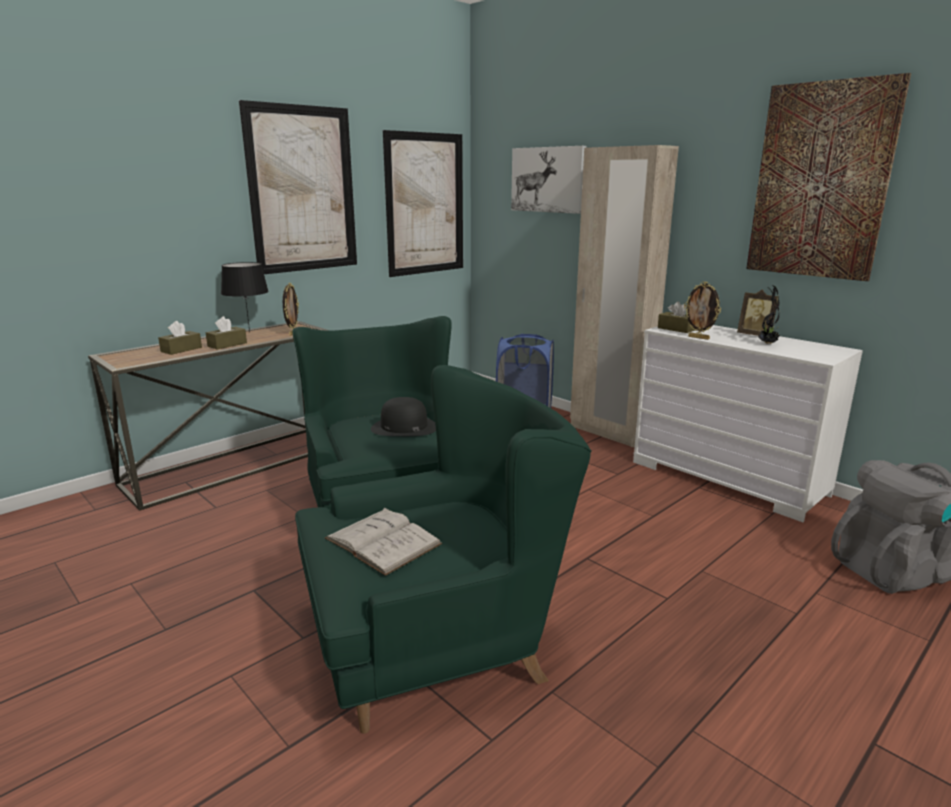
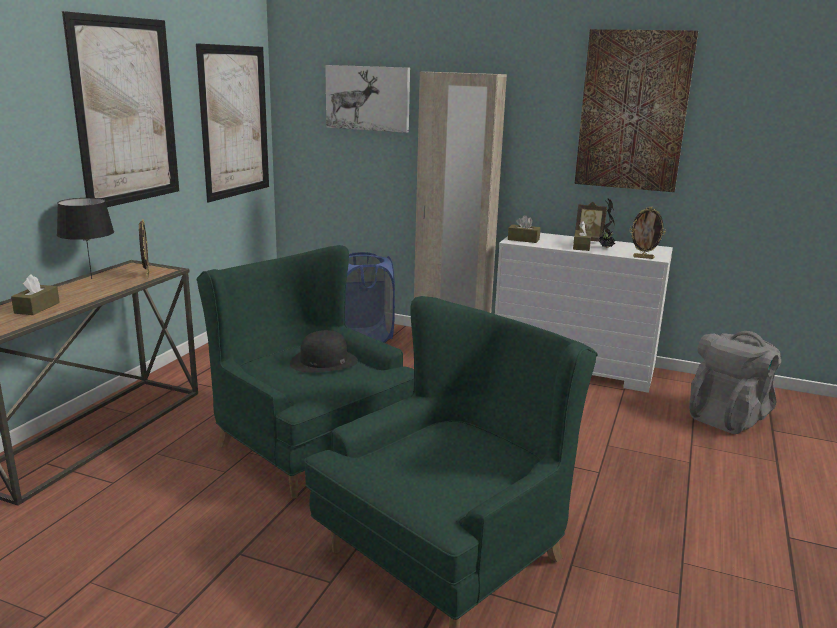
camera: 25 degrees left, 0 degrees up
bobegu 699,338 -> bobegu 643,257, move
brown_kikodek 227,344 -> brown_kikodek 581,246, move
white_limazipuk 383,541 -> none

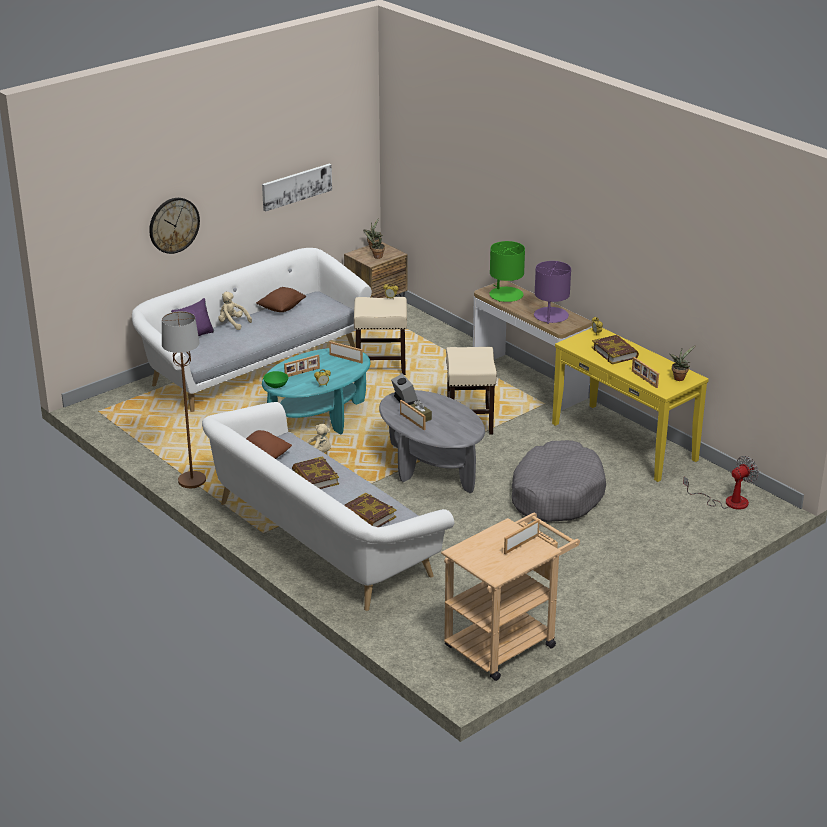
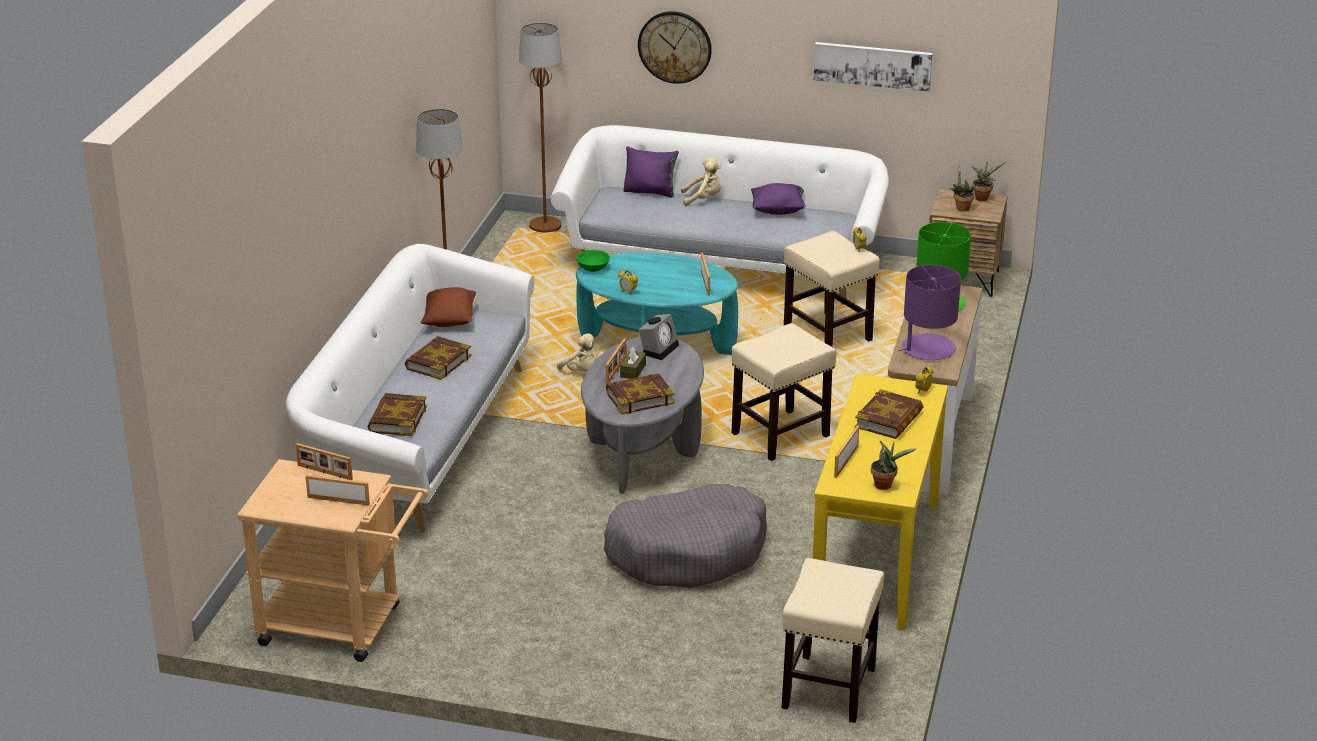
camera: 55 degrees right, 0 degrees up
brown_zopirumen 282,308 -> purple_zopirumen 778,210
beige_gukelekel 232,323 -> beige_gukelekel 703,199, 90 degrees clockwise
bobegu 302,373 -> bobegu 324,472, move
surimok 727,502 -> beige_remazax 829,687
none -> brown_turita 545,226
none -> limazipuk 639,398

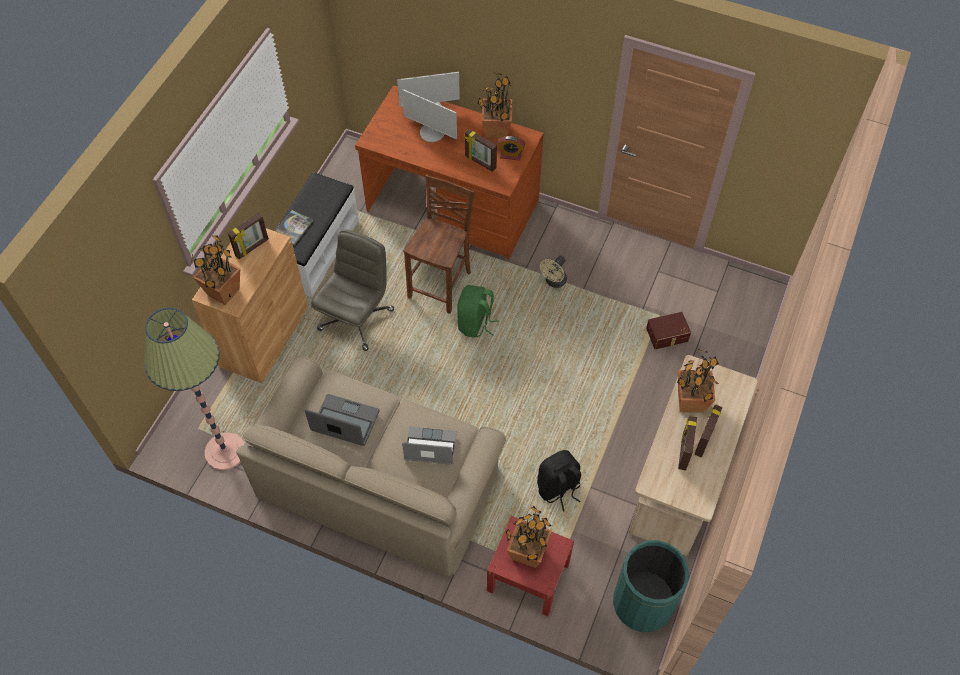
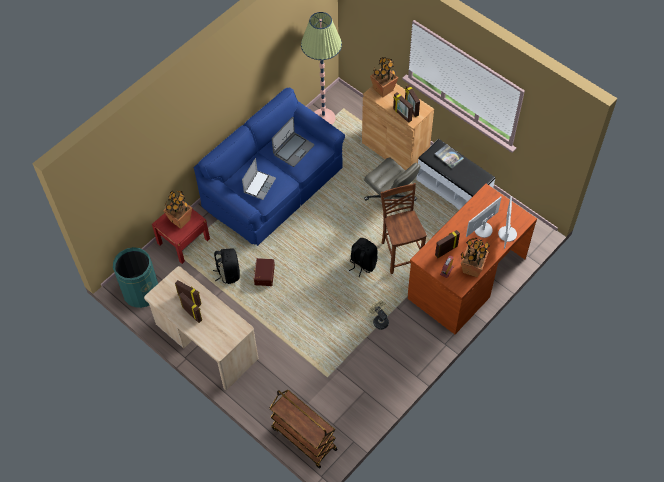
camera: 110 degrees right, 0 degrees up
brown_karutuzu 442,285 -> brown_karutuzu 400,253, 150 degrees counterclockwise
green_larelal 475,323 -> black_larelal 362,264
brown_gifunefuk 667,335 -> brown_gifunefuk 263,275, move
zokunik 689,402 -> none
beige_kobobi 378,481 -> blue_kobobi 273,185
none -> bobegu 402,115
none -> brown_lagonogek 303,438

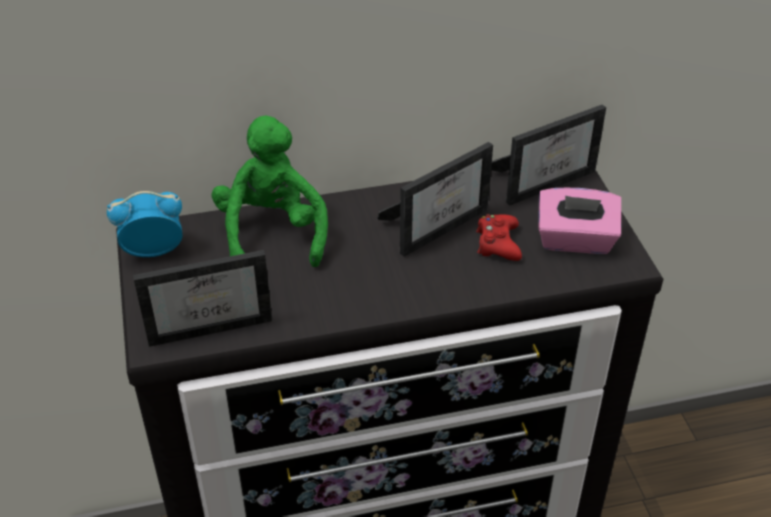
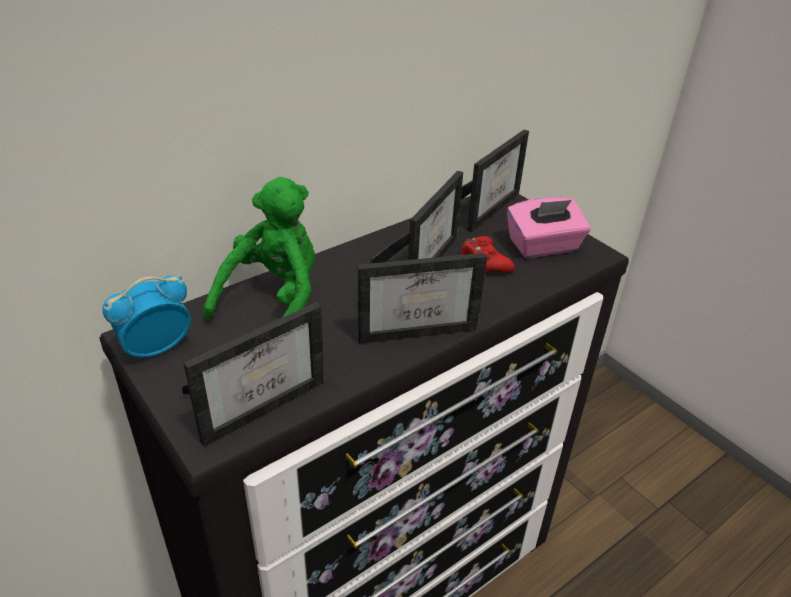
camera: 25 degrees left, 5 degrees down
green_gukelekel 272,233 -> green_gukelekel 274,302, 60 degrees clockwise
none -> bobegu 417,326

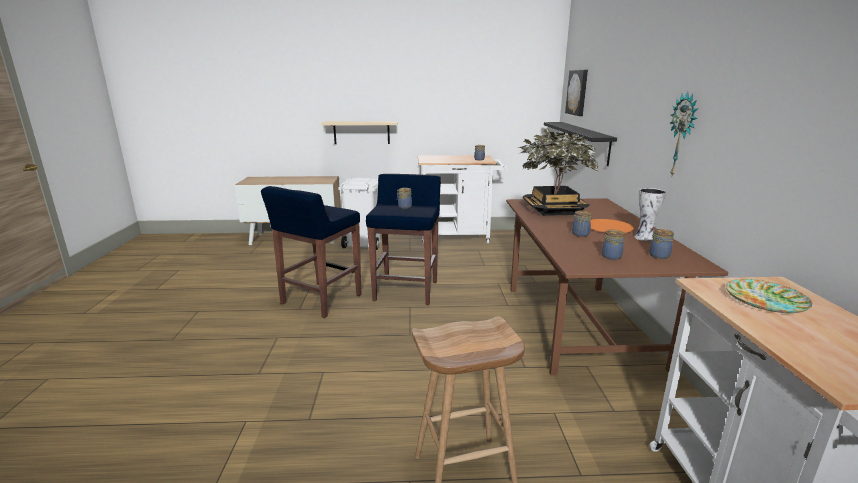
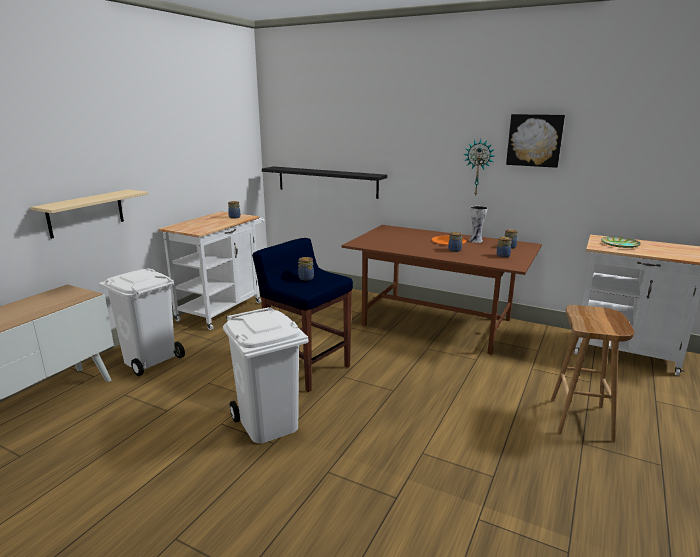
camera: 60 degrees left, 0 degrees up
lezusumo 578,92 -> lezusumo 534,140, move
zokunik 553,210 -> none
blue_remazax 320,300 -> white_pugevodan 267,423

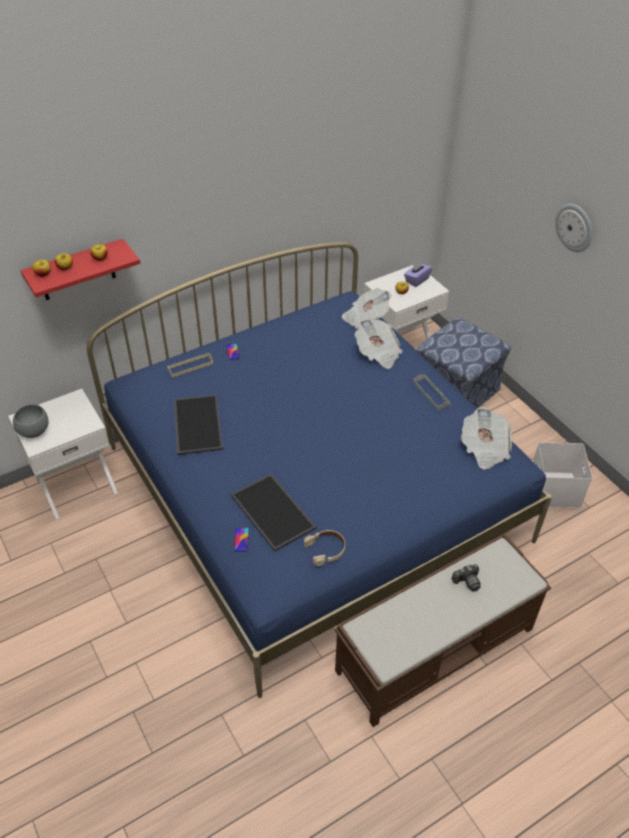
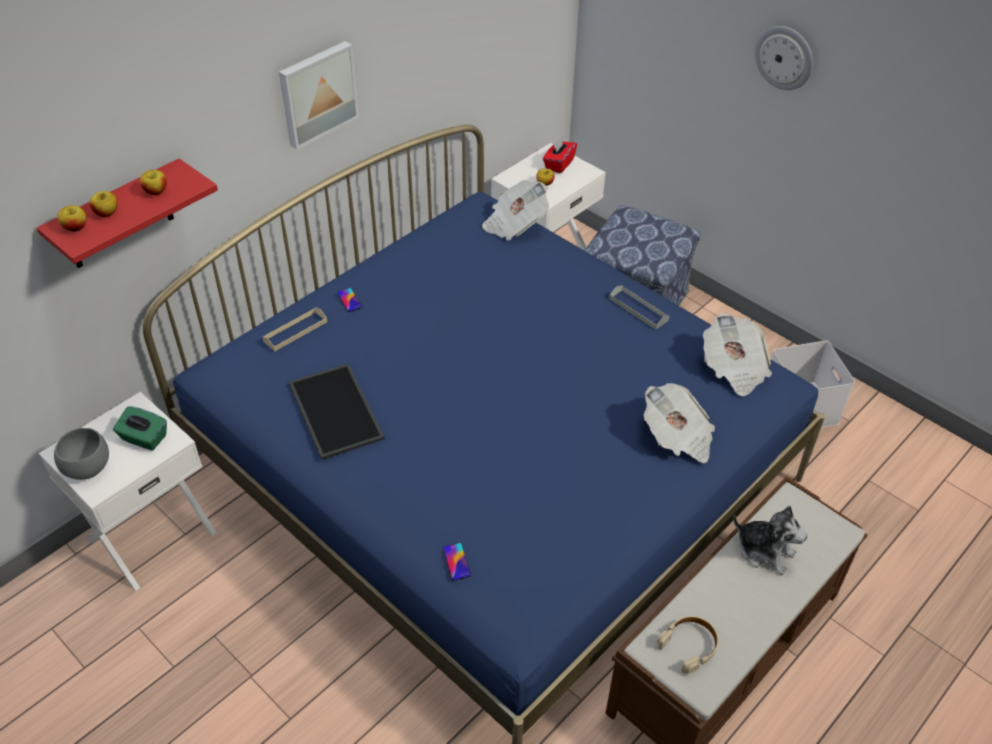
camera: 15 degrees left, 0 degrees up
purple_kikodek 416,280 -> red_kikodek 559,164
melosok 378,353 -> melosok 677,437, move
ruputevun 274,511 -> none
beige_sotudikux 326,550 -> beige_sotudikux 689,646, move
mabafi 467,581 -> gukelekel 764,551
none -> lezusumo 317,93
none -> green_kikodek 144,438

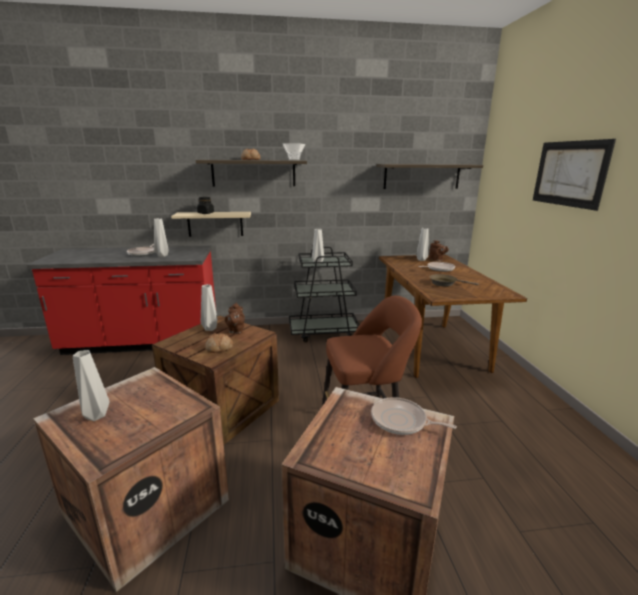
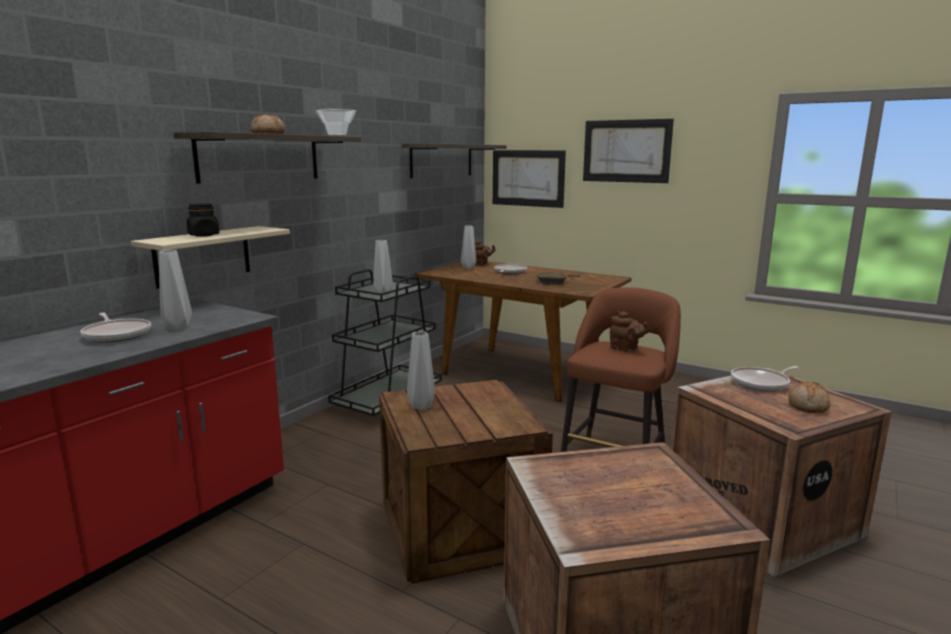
camera: 50 degrees left, 5 degrees down
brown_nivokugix 236,331 -> brown_nivokugix 626,349, move
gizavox 219,348 -> gizavox 808,406, move
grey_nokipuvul 95,416 -> none
none -> lezusumo 527,178

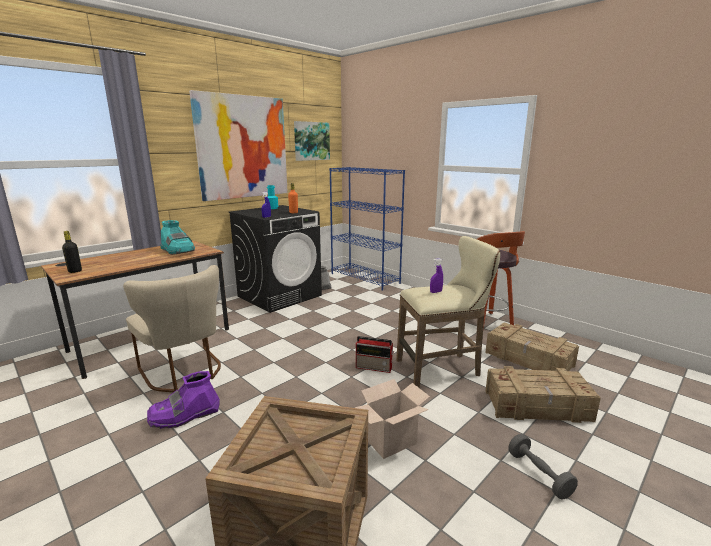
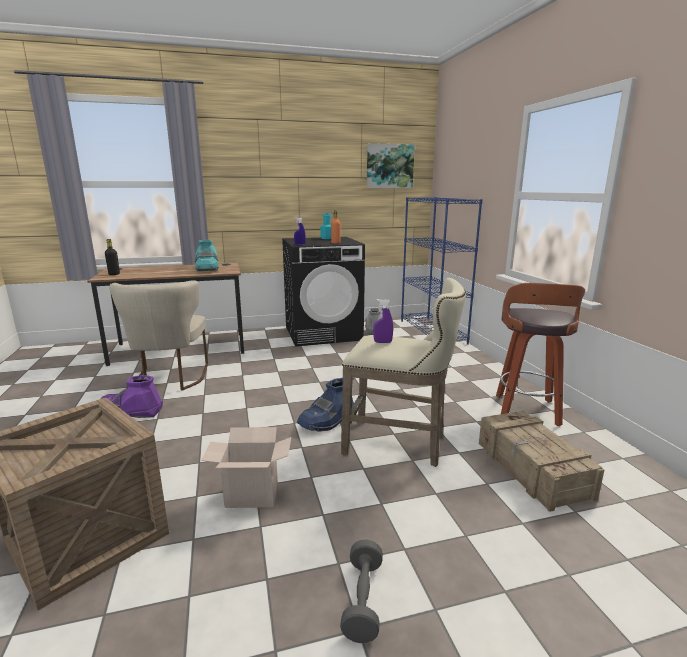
camera: 30 degrees right, 0 degrees up
lezusumo 243,147 -> none
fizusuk 375,367 -> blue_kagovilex 327,421
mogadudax 538,406 -> none

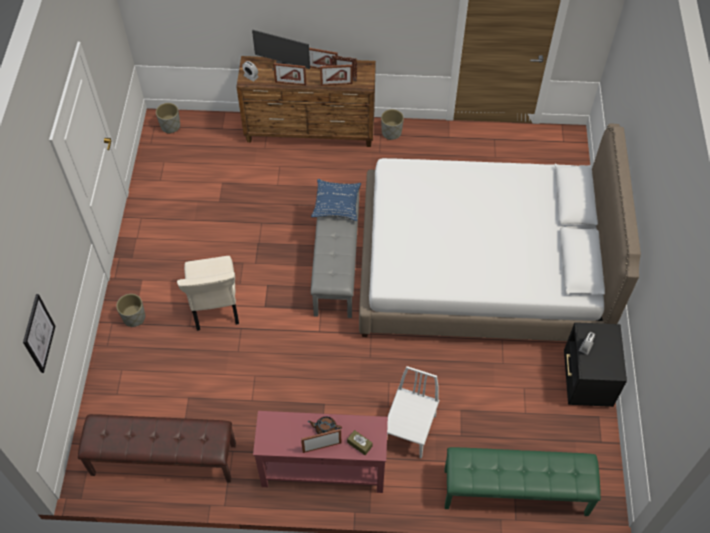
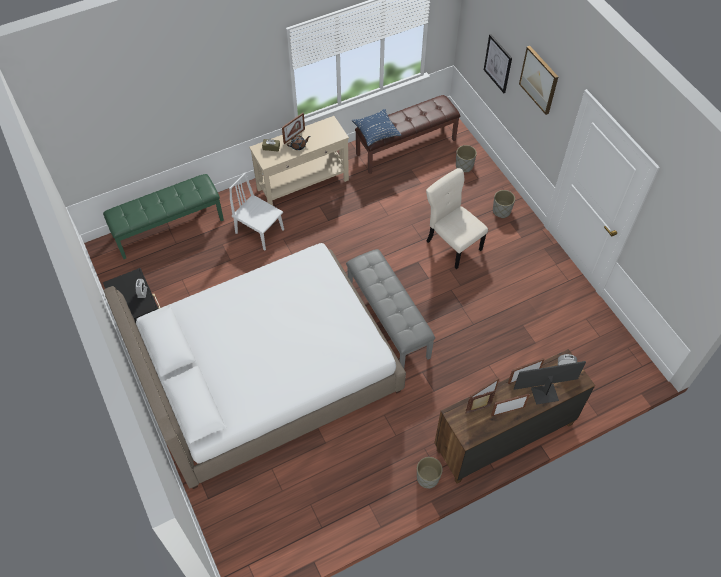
camera: 150 degrees right, 0 degrees up
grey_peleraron 170,126 -> grey_peleraron 464,166, move
blue_zopirumen 336,204 -> blue_zopirumen 376,131, move
white_karutuzu 409,430 -> white_karutuzu 259,231, 135 degrees clockwise
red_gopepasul 323,469 -> beige_gopepasul 303,185
none -> lezusumo 539,79

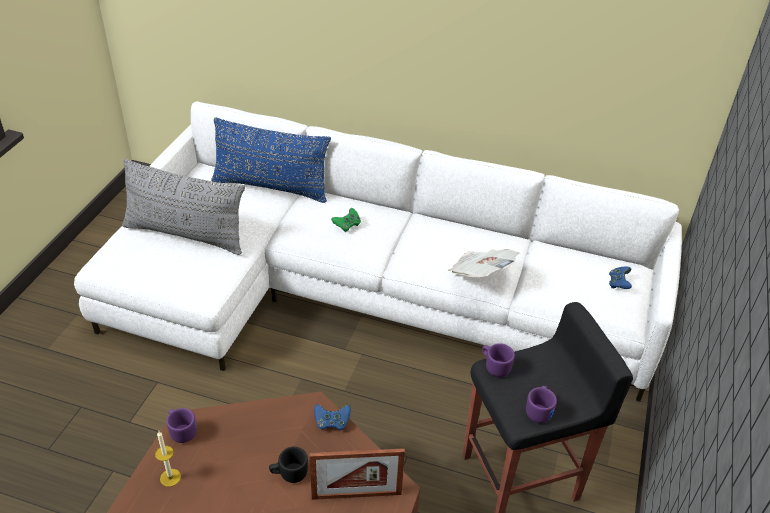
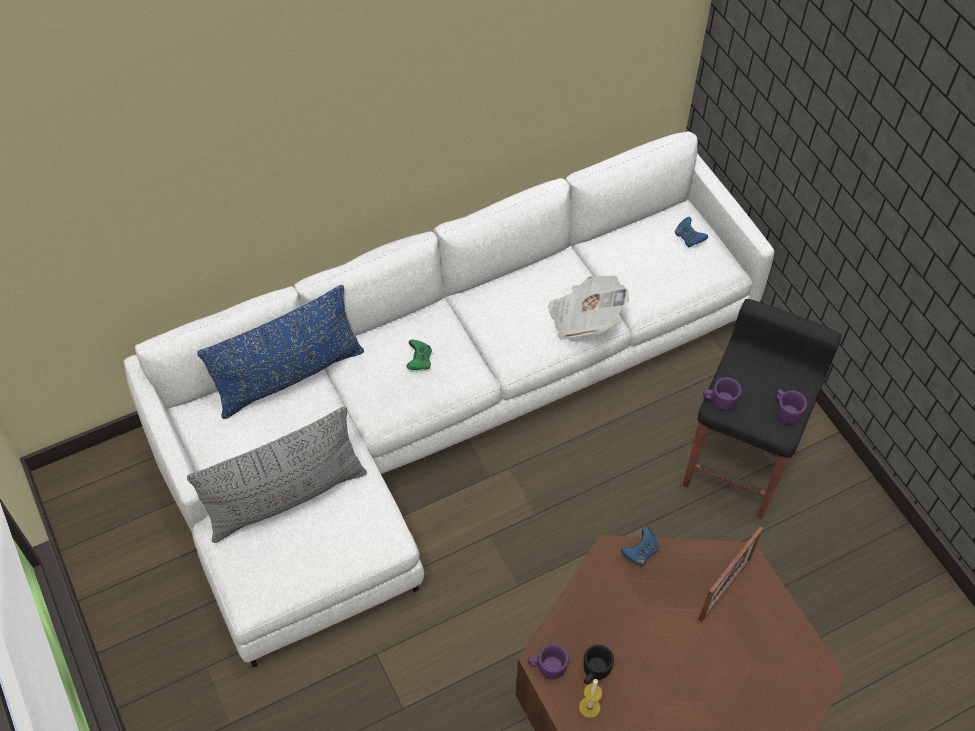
camera: 45 degrees left, 15 degrees up
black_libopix 289,474 -> black_libopix 593,672, move

